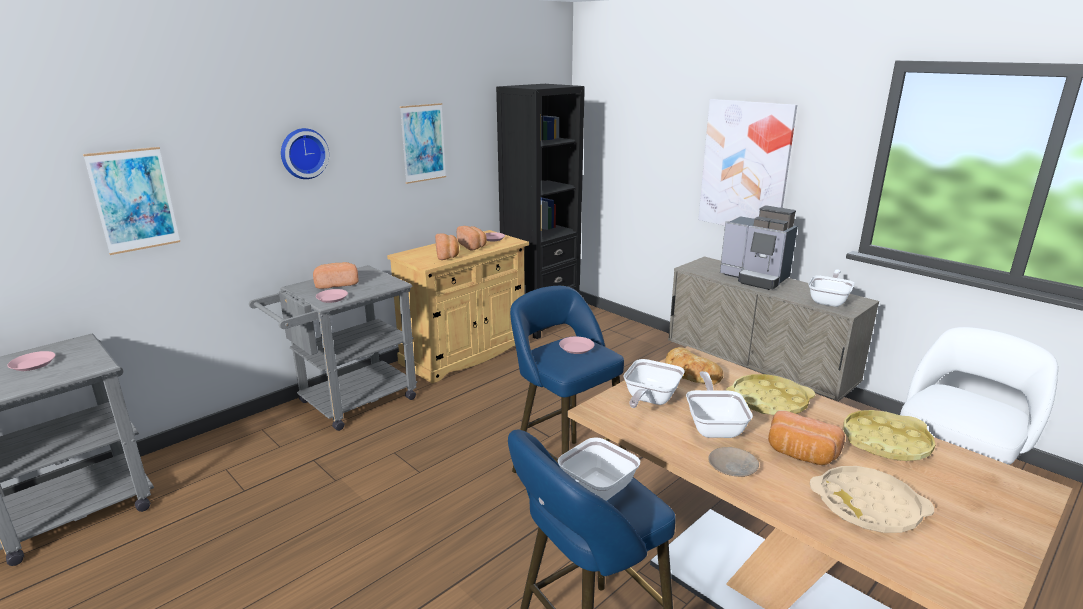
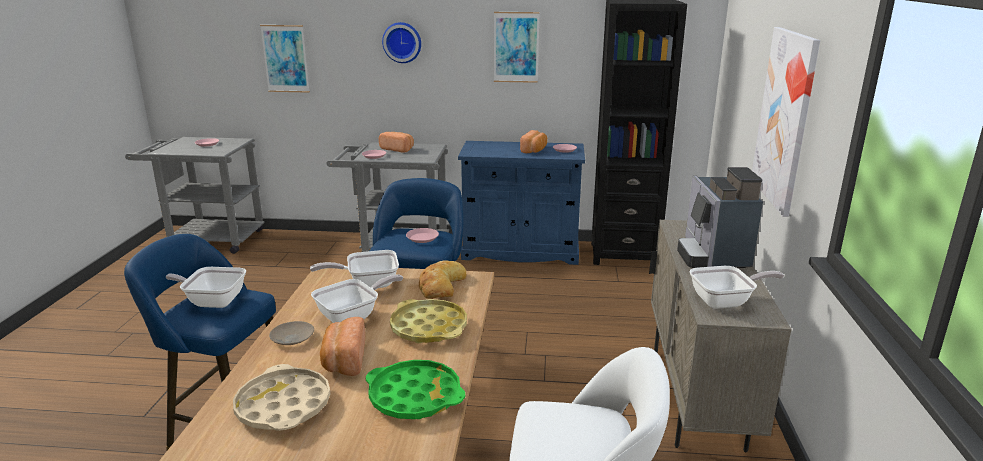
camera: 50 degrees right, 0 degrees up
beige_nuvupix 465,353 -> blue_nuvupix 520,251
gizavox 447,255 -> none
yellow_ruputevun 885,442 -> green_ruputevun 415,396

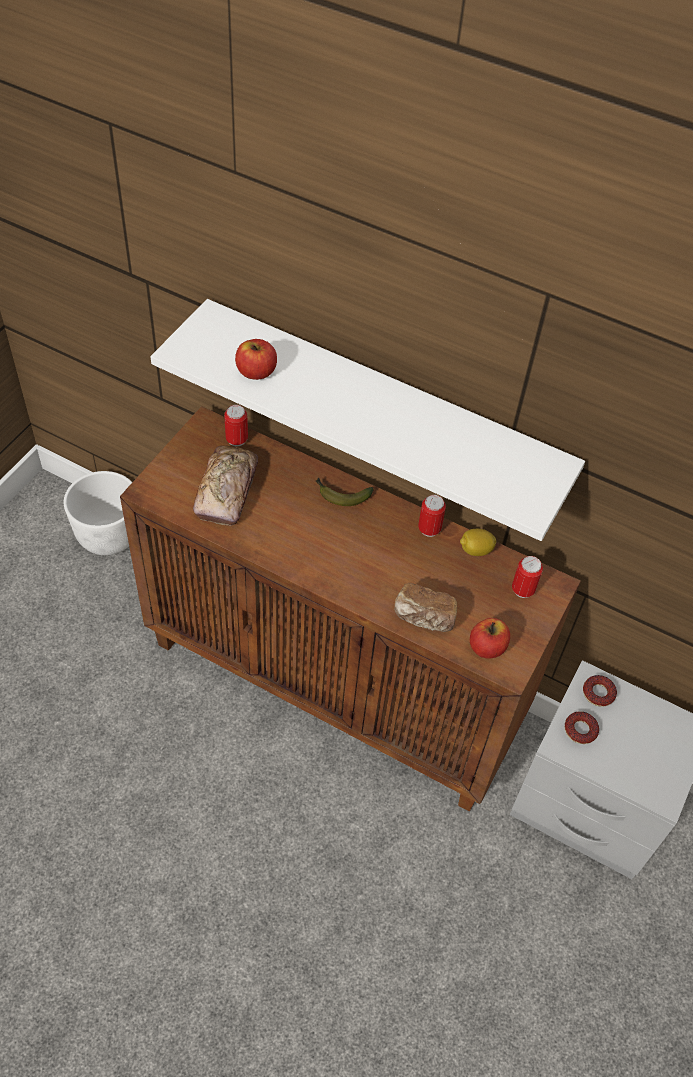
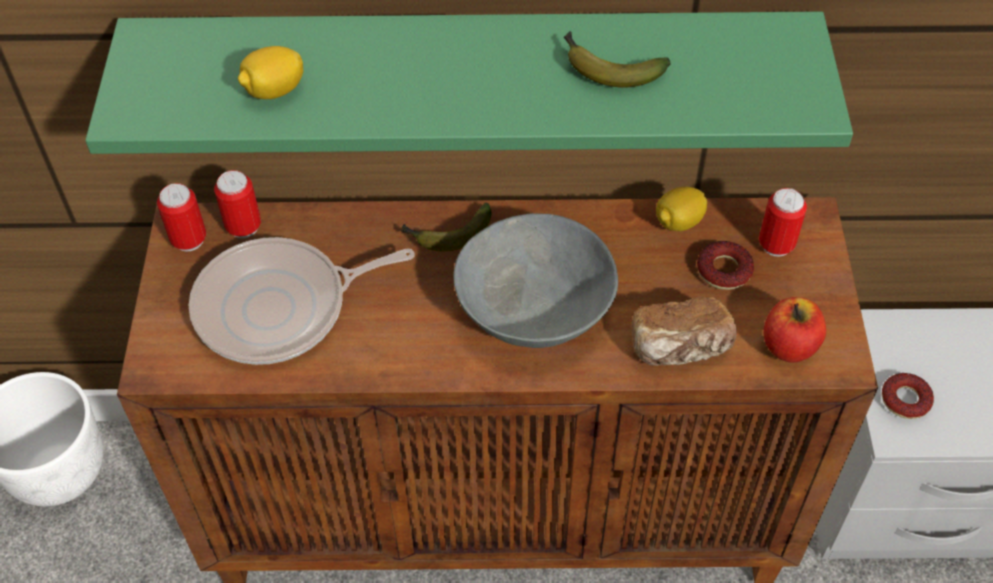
camera: 25 degrees left, 0 degrees up
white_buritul 383,408 -> green_buritul 472,71
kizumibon 256,372 -> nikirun 274,91
gizavox 227,491 -> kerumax 280,308
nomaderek 429,529 -> nomaderek 189,240, move
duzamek 598,693 -> duzamek 724,270, move
none -> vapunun 607,68
none -> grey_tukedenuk 535,311

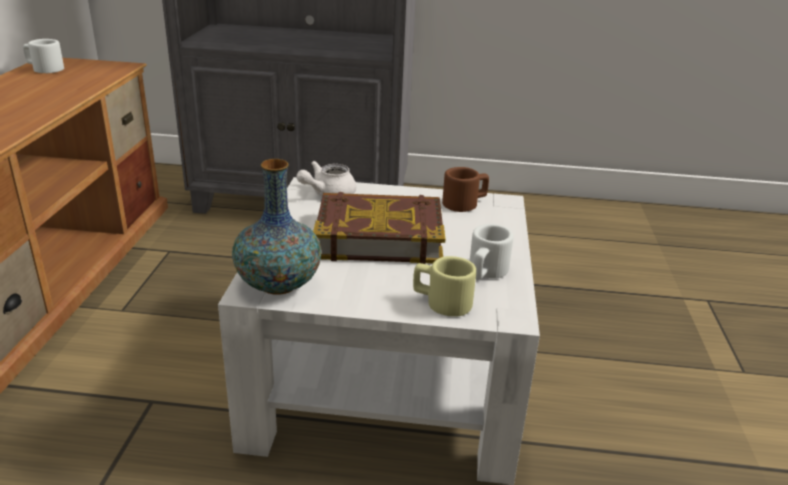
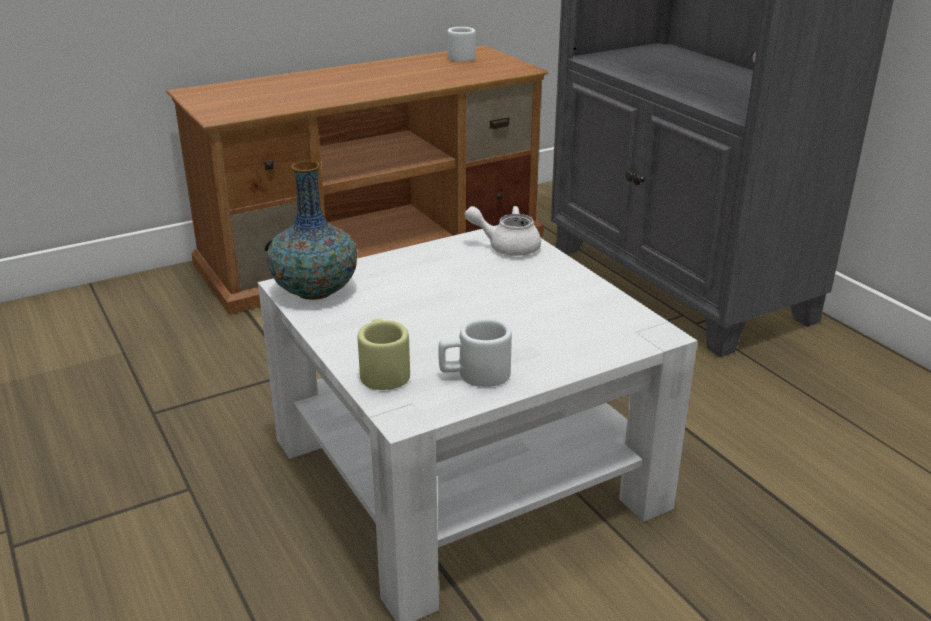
camera: 55 degrees right, 0 degrees up
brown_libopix 465,203 -> none
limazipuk 379,236 -> none

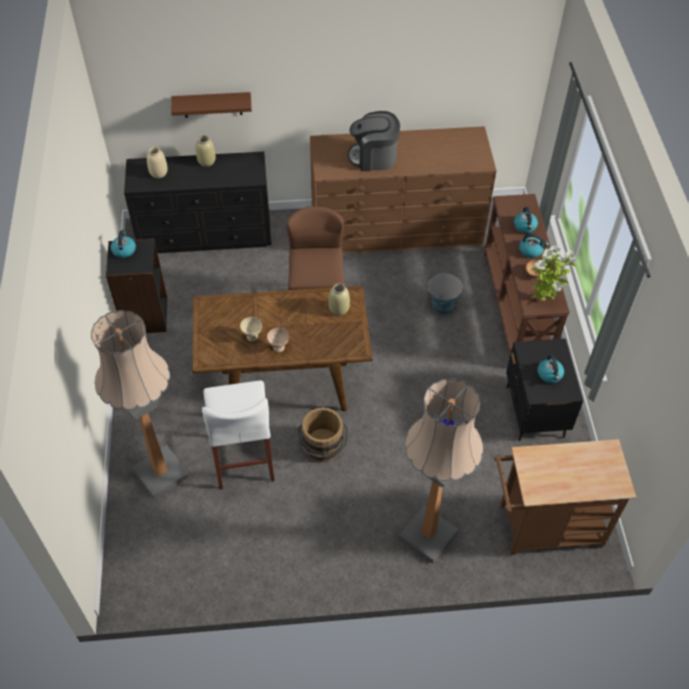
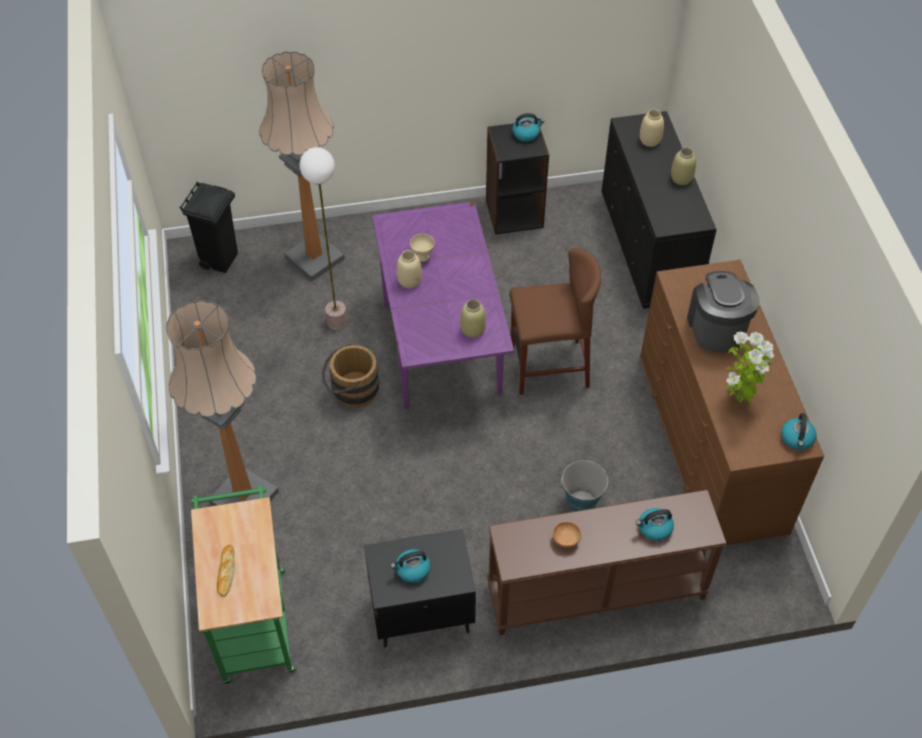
camera: 85 degrees right, 0 degrees up
brown_buritul 212,105 -> none
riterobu 531,250 -> riterobu 797,439, move
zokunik 544,300 -> zokunik 738,399, move
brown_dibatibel 284,380 -> purple_dibatibel 441,346
beige_tukedenuk 278,348 -> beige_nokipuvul 409,280
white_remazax 243,457 -> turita 336,322
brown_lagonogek 543,528 -> green_lagonogek 253,618
none -> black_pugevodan 220,260
none -> gizavox 226,572

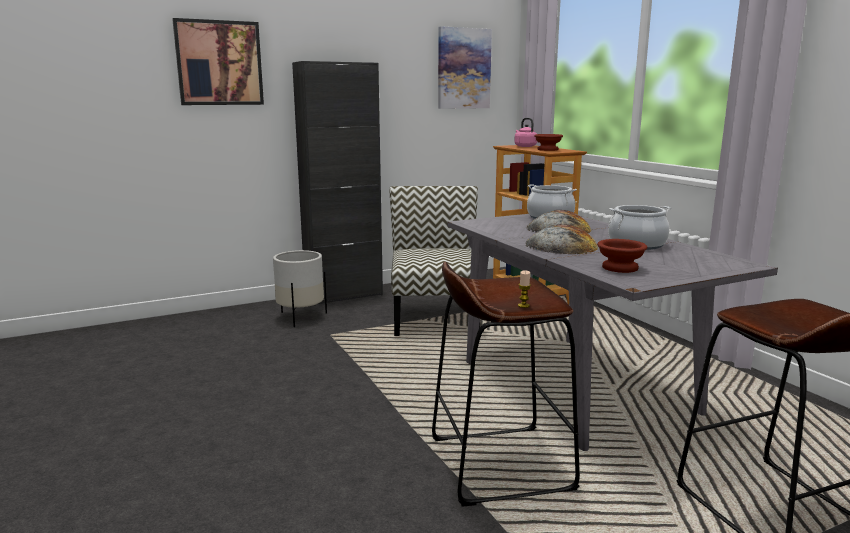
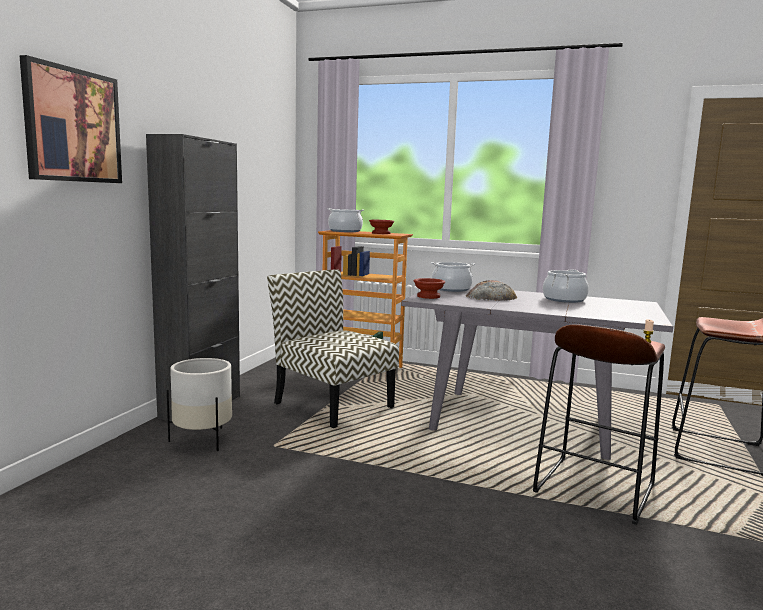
camera: 45 degrees left, 5 degrees down
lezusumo 463,68 -> none
pink_riterobu 524,146 -> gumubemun 345,231
gizavox 561,246 -> none
brown_tukedenuk 620,267 -> brown_tukedenuk 428,296, move

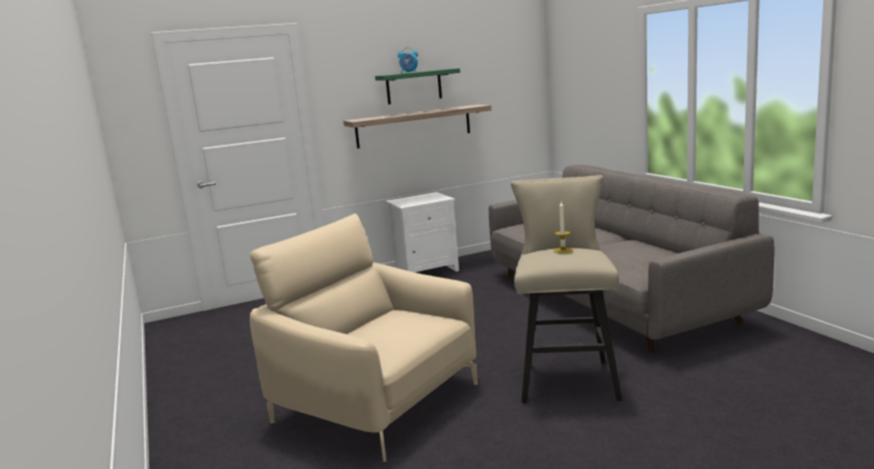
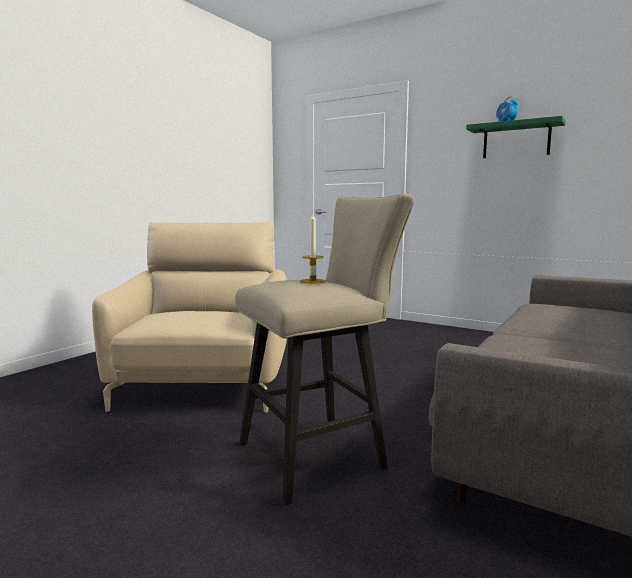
camera: 55 degrees right, 5 degrees down
buritul 413,126 -> none
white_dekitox 427,270 -> none

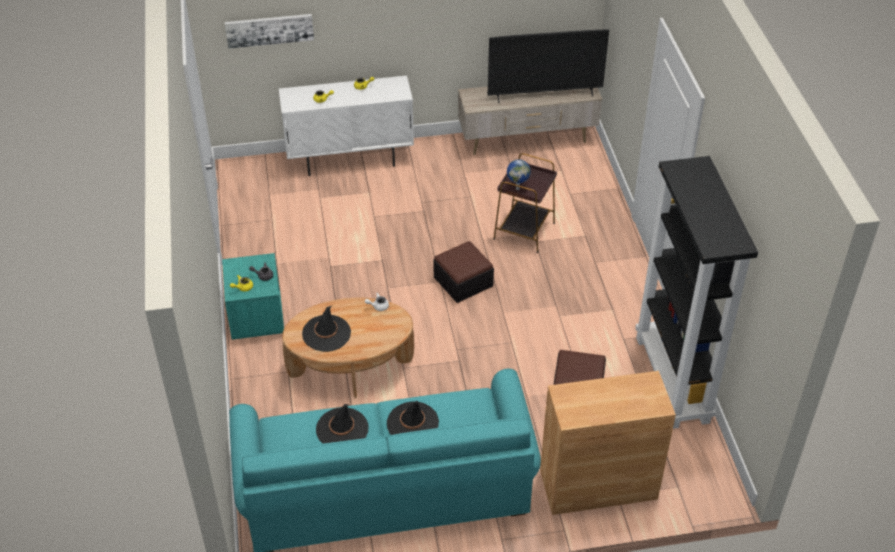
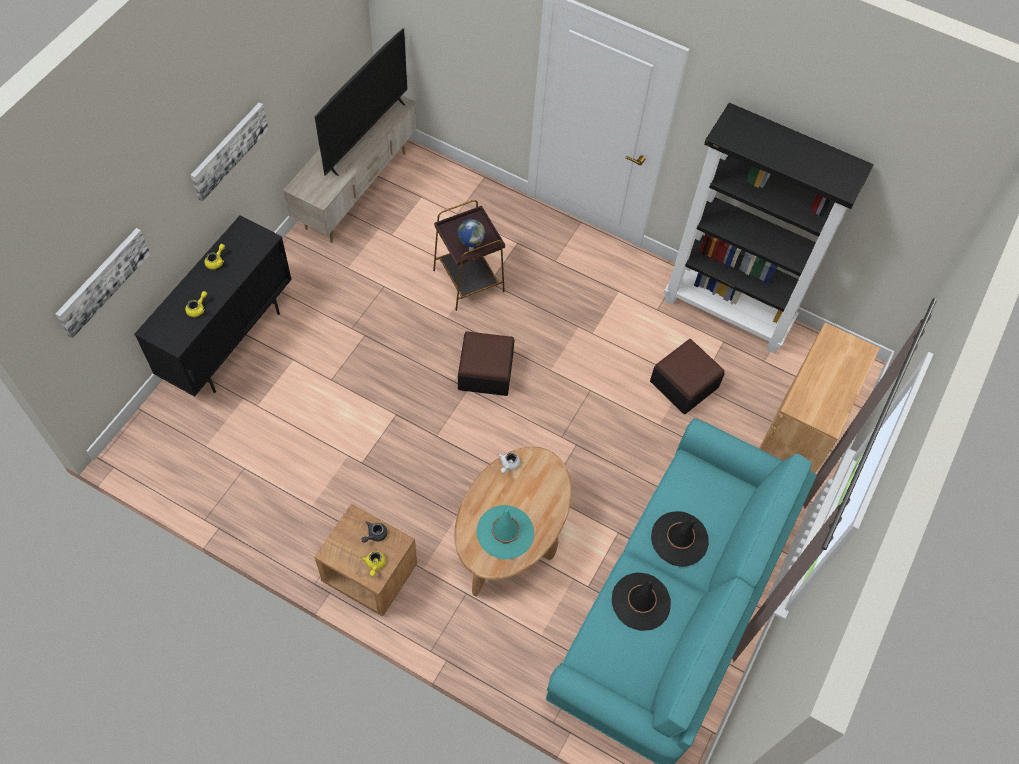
camera: 55 degrees left, 15 degrees up
white_nuvupix 350,160 -> black_nuvupix 230,342
turquoise_dekitox 256,317 -> brown_dekitox 369,574
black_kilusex 326,333 -> turquoise_kilusex 505,532
none -> lezusumo 228,150

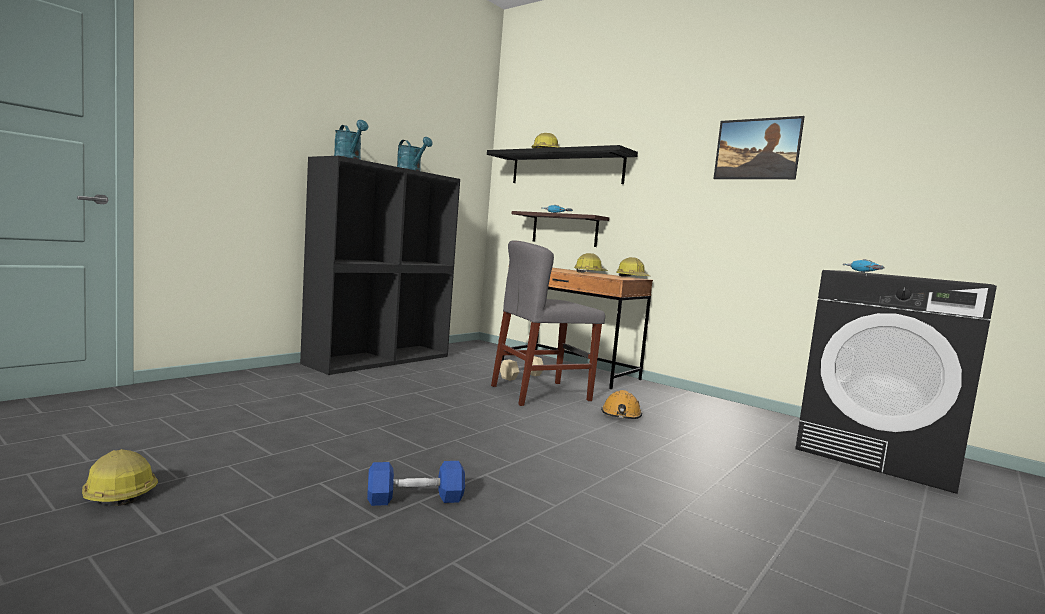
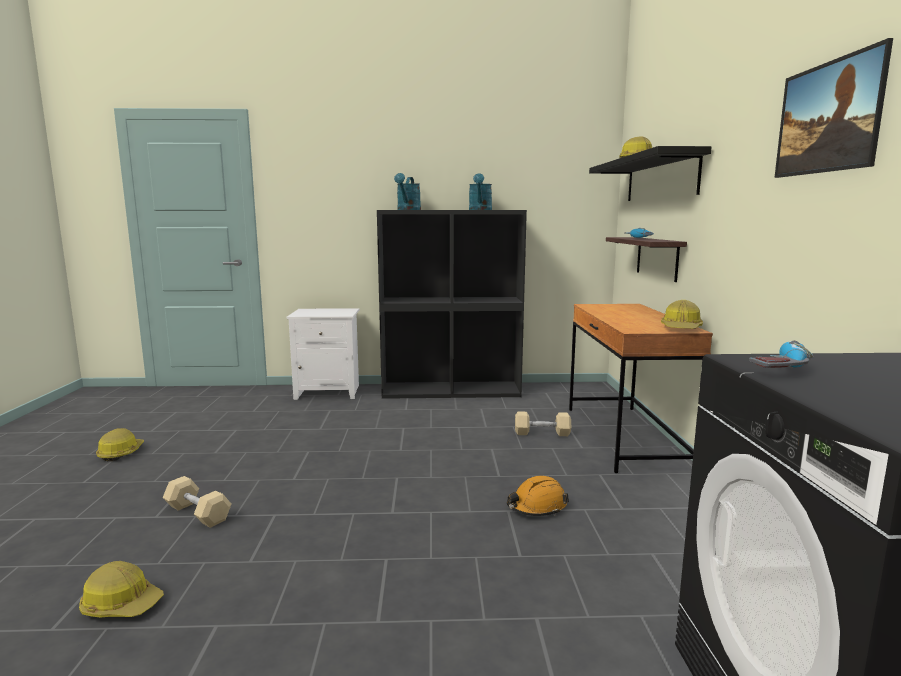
camera: 50 degrees right, 5 degrees up
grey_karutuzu 541,393 -> none
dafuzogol 590,272 -> dafuzogol 122,604, move
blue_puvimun 415,499 -> beige_puvimun 198,513
none -> white_dekitox 329,392

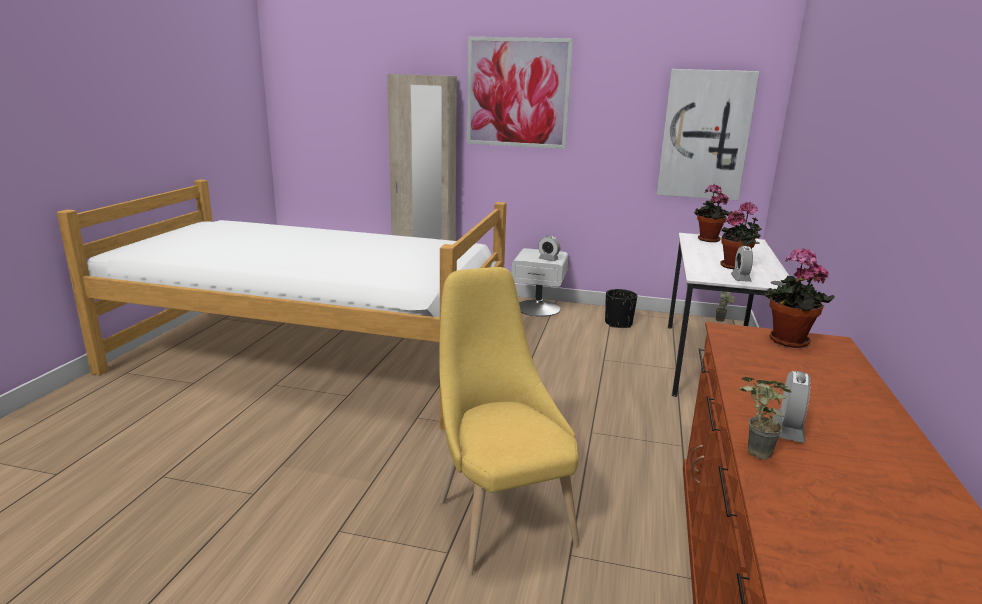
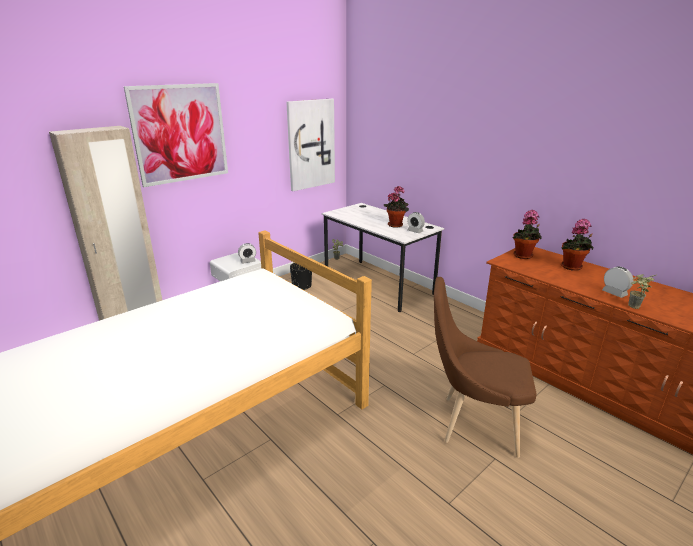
camera: 55 degrees left, 5 degrees up
zokunik 707,240 -> zokunik 572,267, move
yellow_karutuzu 499,517 -> brown_karutuzu 473,423

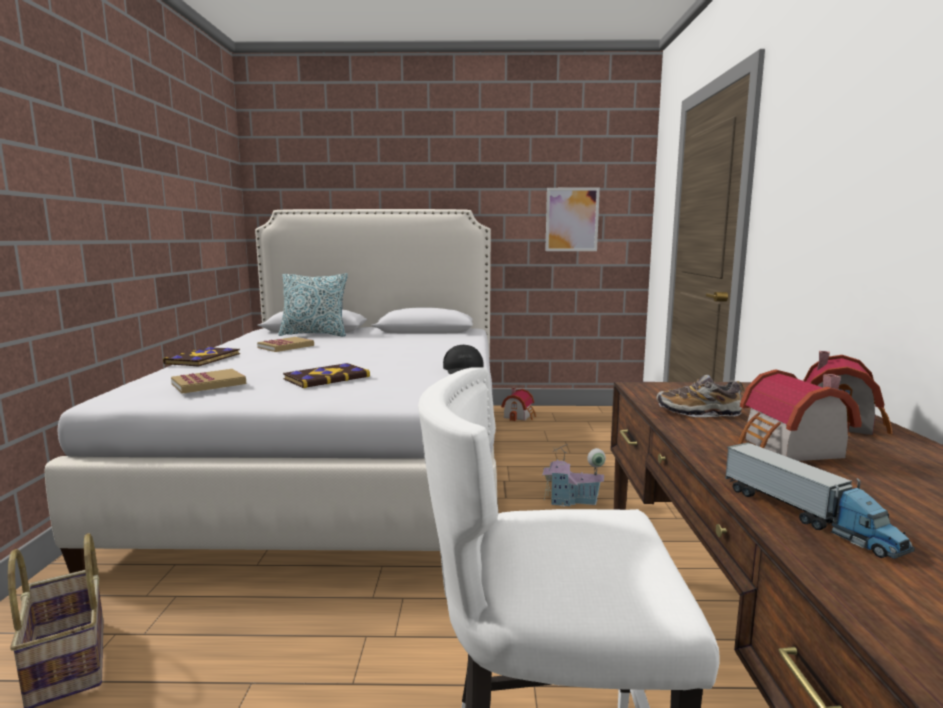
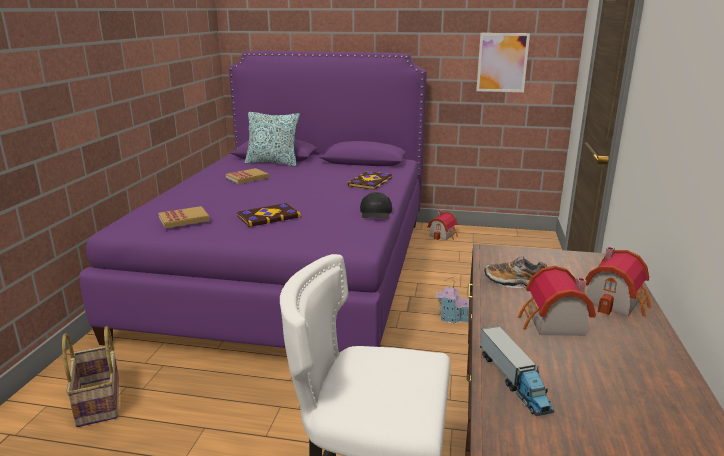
camera: 10 degrees right, 10 degrees up
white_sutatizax 345,464 -> purple_sutatizax 291,271
limazipuk 204,359 -> limazipuk 371,182, move

